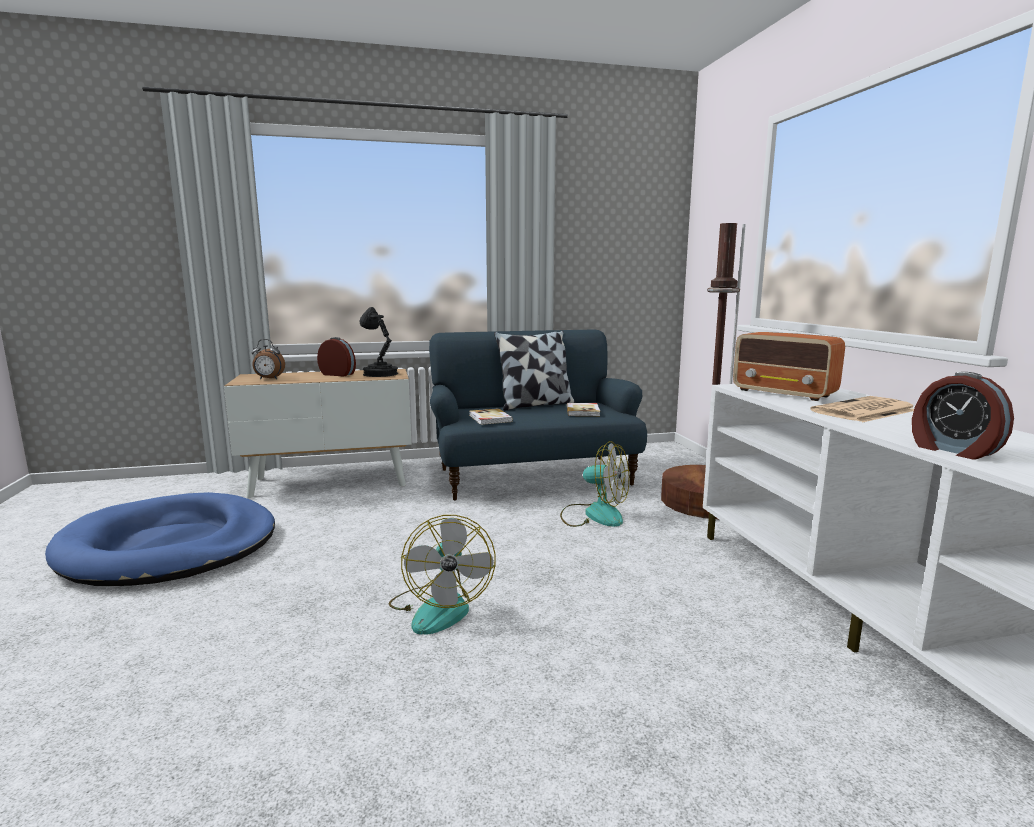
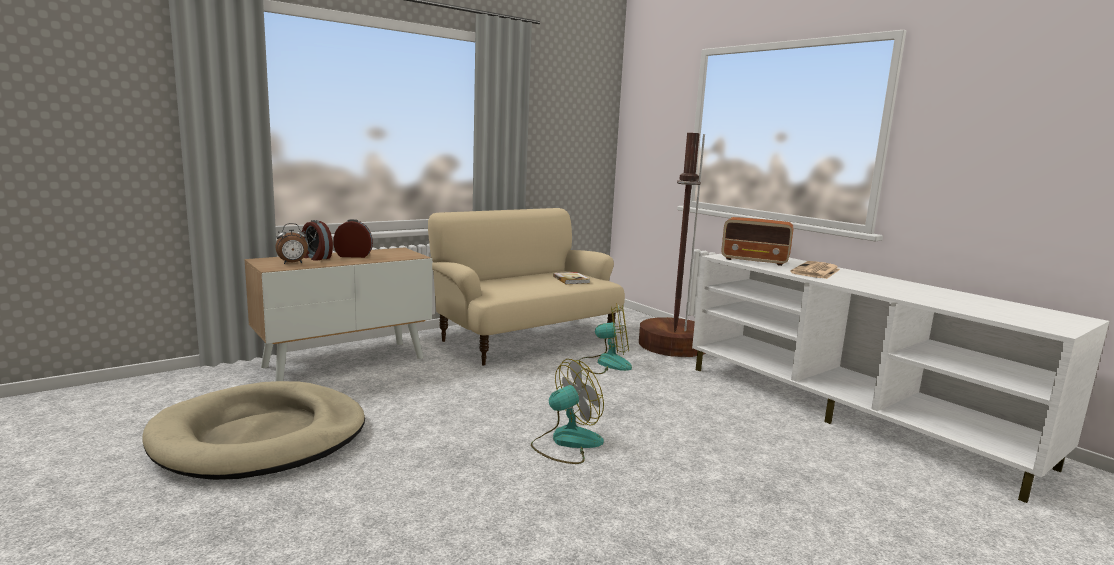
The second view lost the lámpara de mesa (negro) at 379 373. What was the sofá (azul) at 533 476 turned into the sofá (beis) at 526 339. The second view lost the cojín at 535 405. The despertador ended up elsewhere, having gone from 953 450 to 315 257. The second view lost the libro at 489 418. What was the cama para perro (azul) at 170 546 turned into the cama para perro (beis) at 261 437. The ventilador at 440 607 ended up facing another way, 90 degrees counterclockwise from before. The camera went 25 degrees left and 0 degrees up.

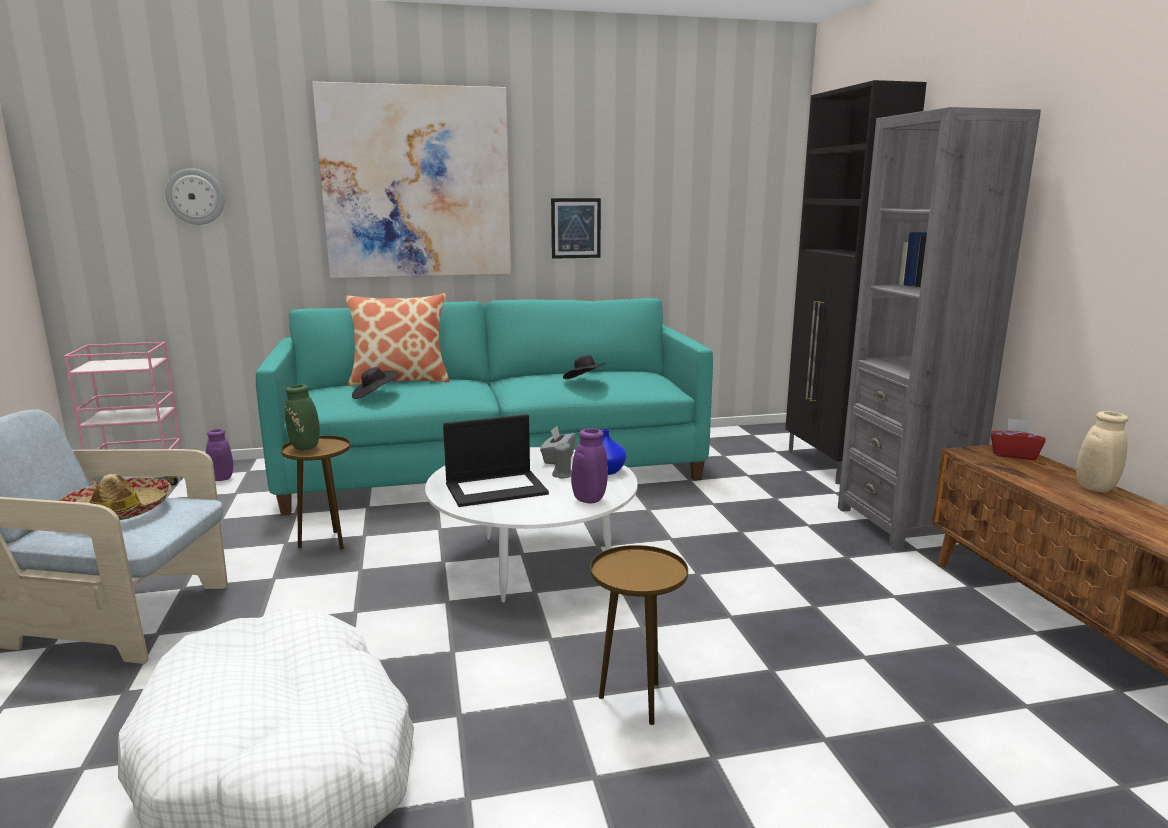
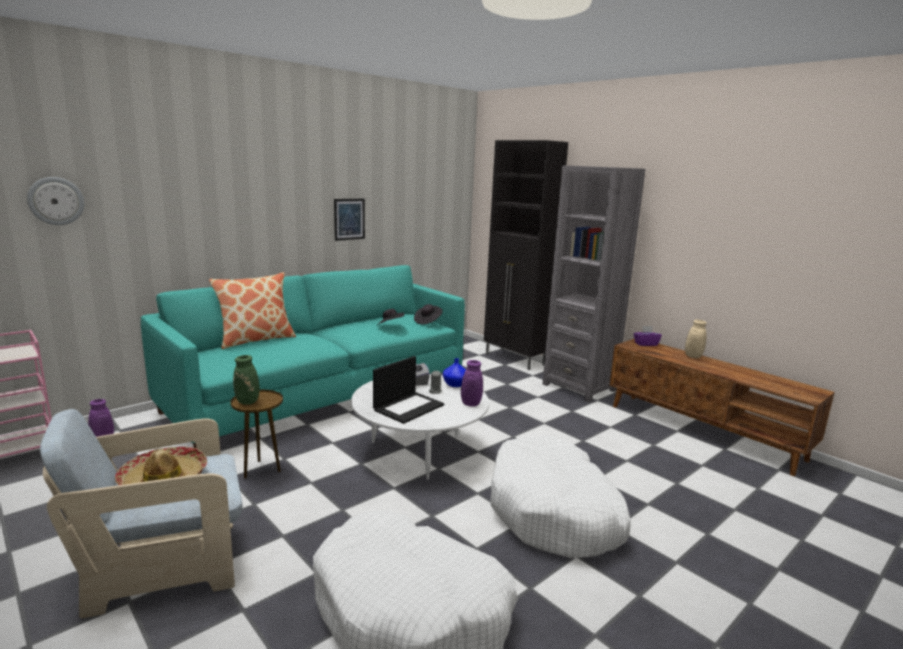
The second view lost the cuadro at 417 183. The sombrero (negro) ended up elsewhere, having gone from 374 396 to 427 321. What was the caja de pañuelos (rojo) at 1013 455 turned into the caja de pañuelos (morado) at 645 344. Where the mesa auxiliar (marrón) stood at 636 700, the cama para perro (blanco) came to stand at 554 512. The camera went 30 degrees left and 0 degrees up.

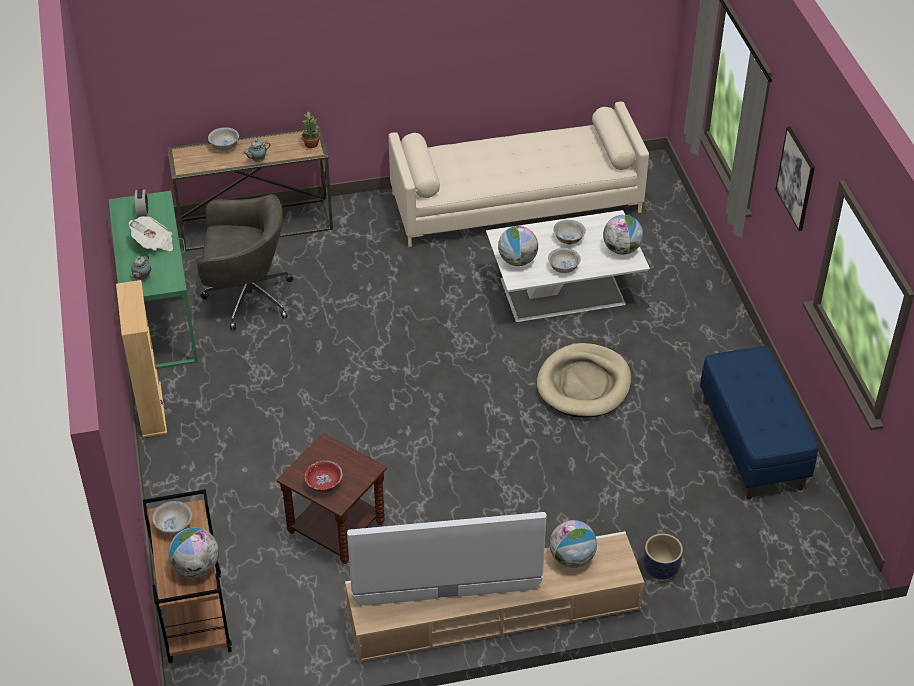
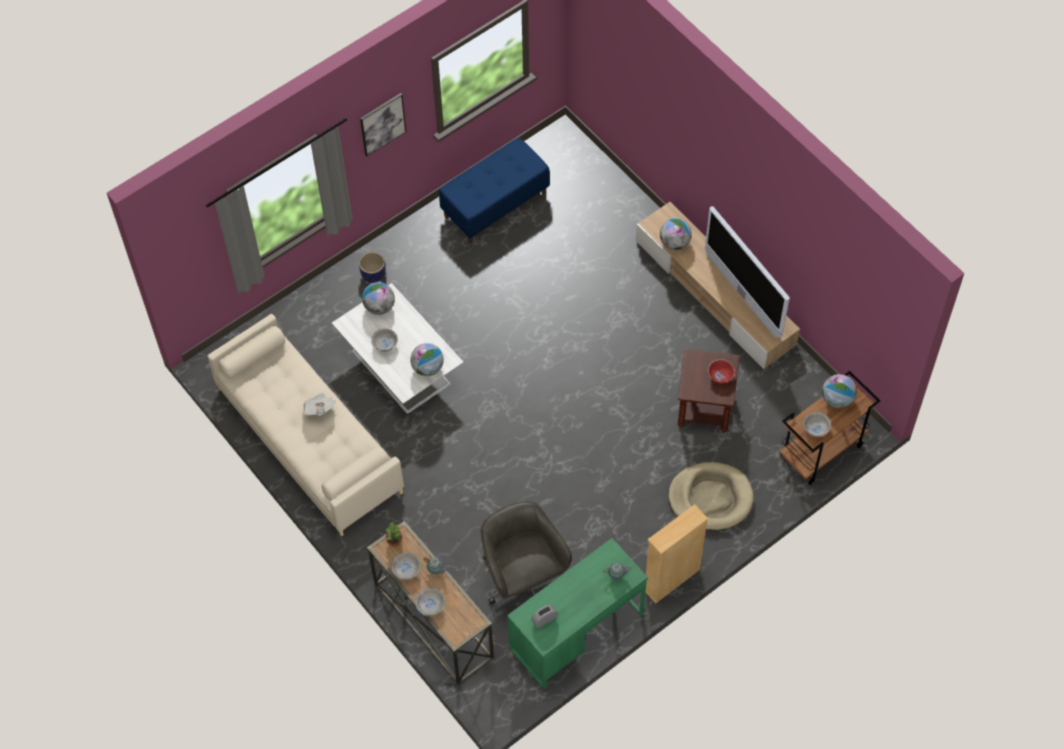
The periódico ended up elsewhere, having gone from 154 243 to 319 409. The cuenco (blanco) ended up elsewhere, having gone from 563 267 to 406 570. The cama para perro (beis) ended up elsewhere, having gone from 584 384 to 710 498. The maceta ended up elsewhere, having gone from 660 569 to 373 275. The camera went 115 degrees left and 15 degrees up.

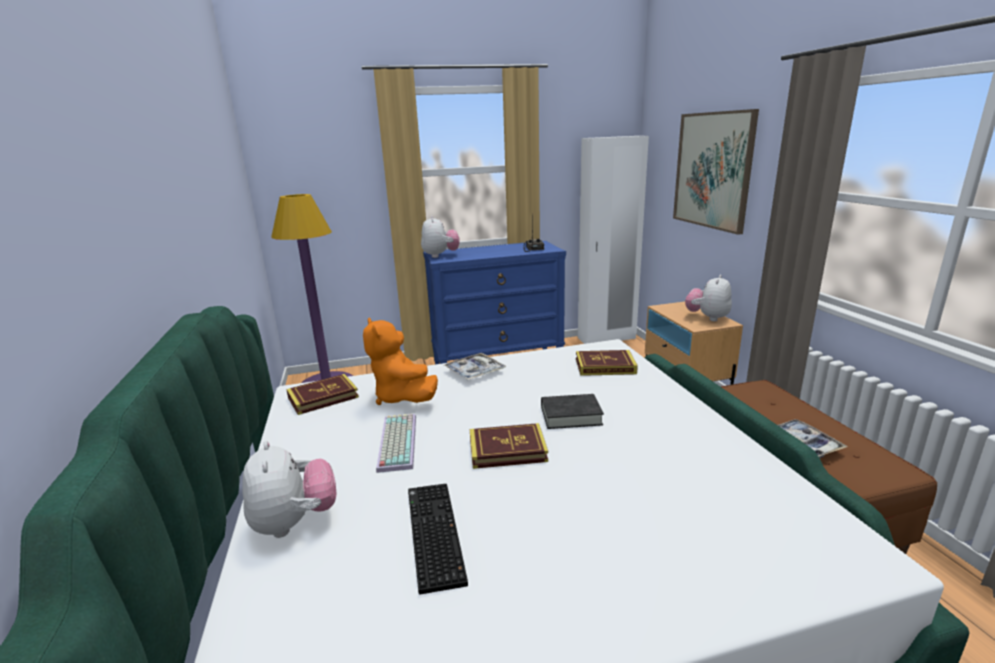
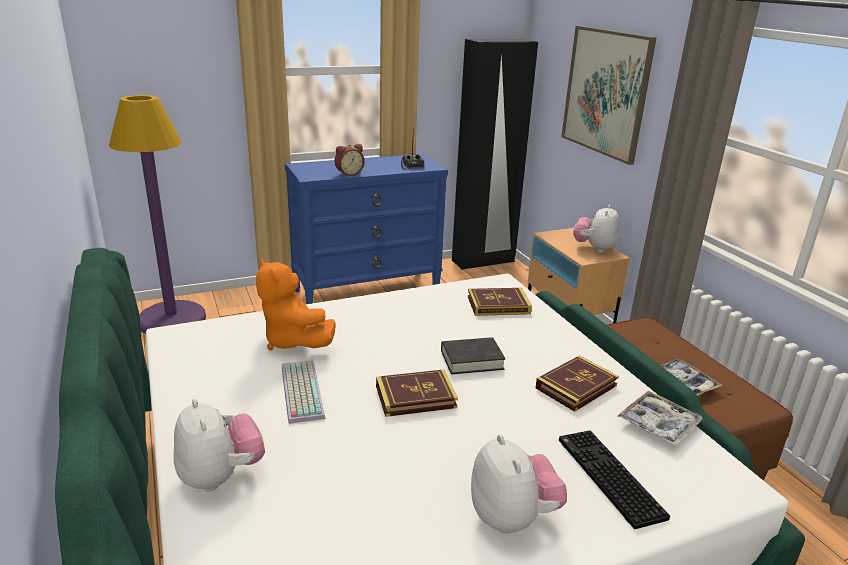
What was the armario ropero (blanco) at 606 338 turned into the armario ropero (negro) at 483 261. The peluche ended up elsewhere, having gone from 440 255 to 512 518. The bandeja ended up elsewhere, having gone from 475 372 to 658 424. The libro ended up elsewhere, having gone from 323 397 to 576 387. The teclado ended up elsewhere, having gone from 432 534 to 607 477. The second view gained the despertador at 348 174. The camera went 10 degrees left and 5 degrees up.

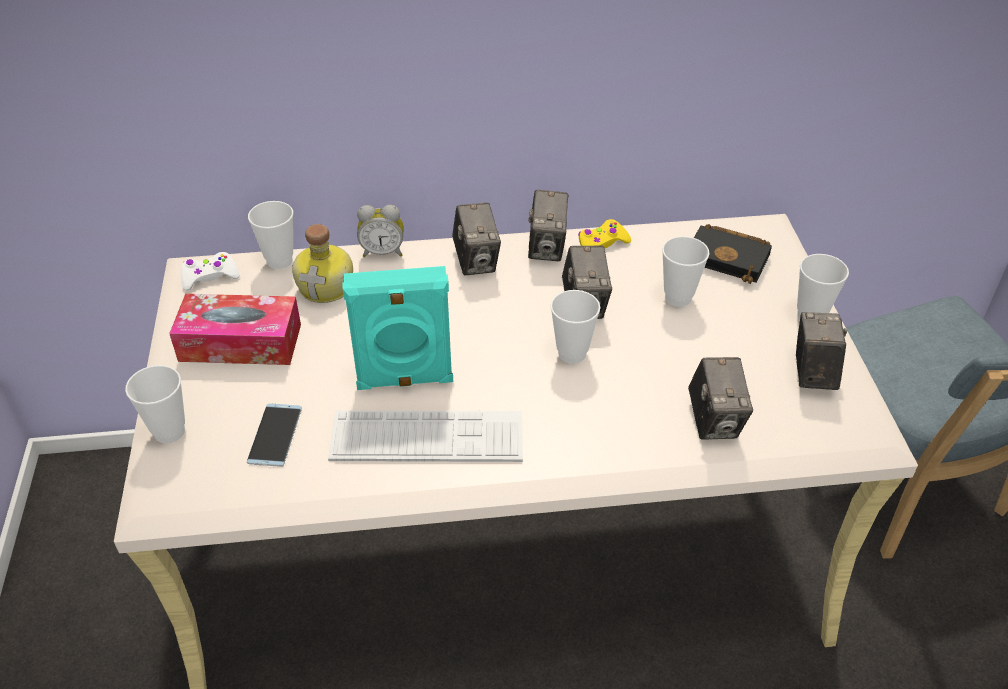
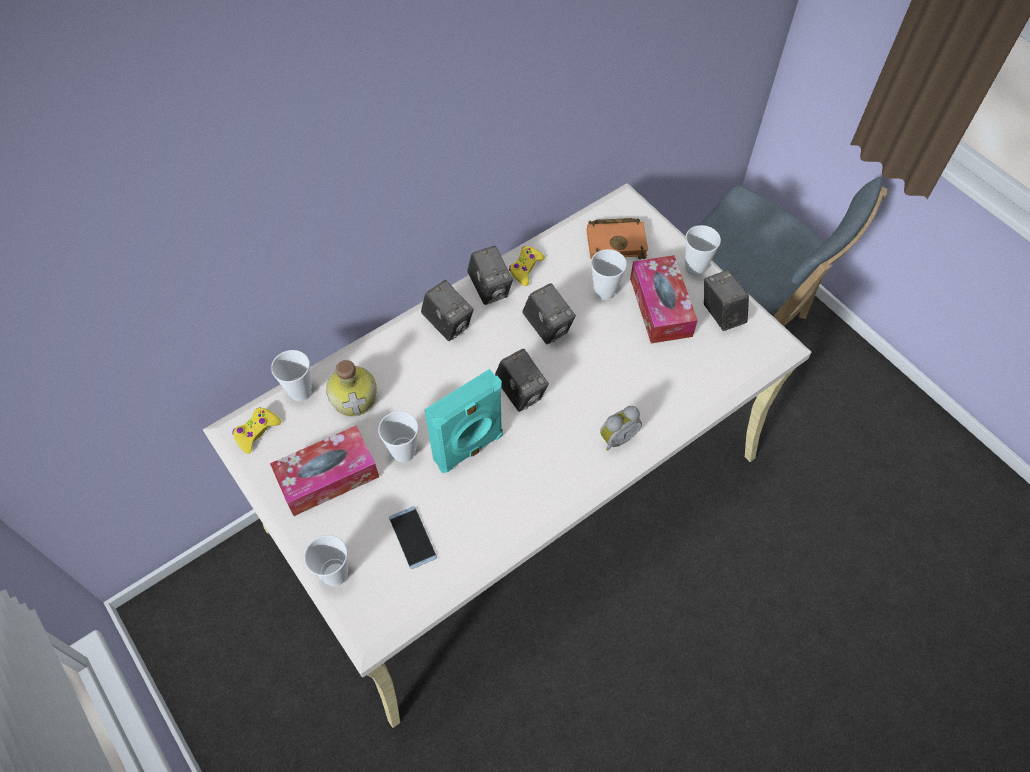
The despertador ended up elsewhere, having gone from 383 252 to 617 437. What was the libro (negro) at 729 258 turned into the libro (naranja) at 617 242. What was the mando de consola (blanco) at 209 277 turned into the mando de consola (amarillo) at 256 432. The taza ended up elsewhere, having gone from 572 353 to 403 452. The cámara ended up elsewhere, having gone from 714 421 to 520 392. The second view lost the teclado at 427 438. The second view gained the caja de pañuelos at 660 307. The camera went 30 degrees left and 15 degrees up.

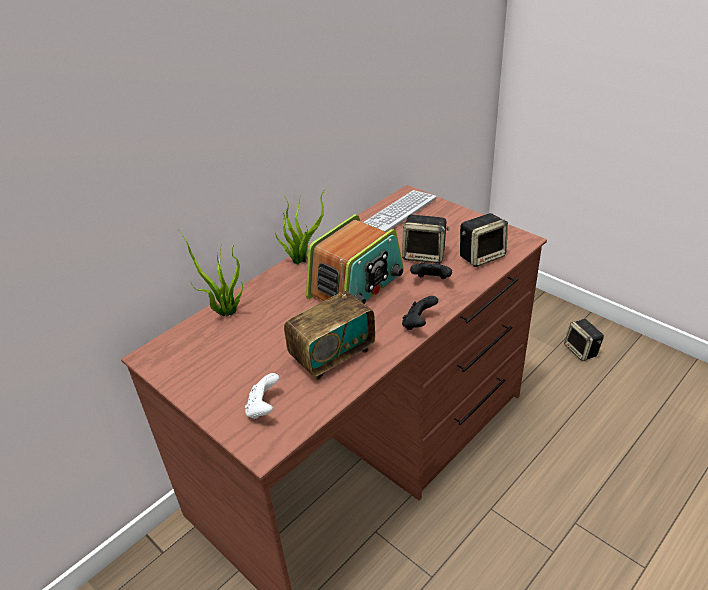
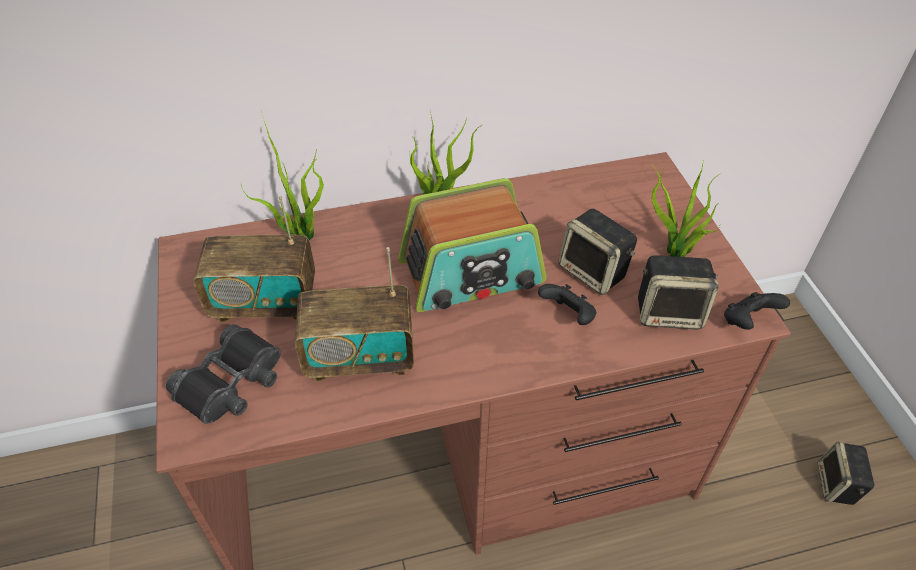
The second view lost the teclado at 397 213. The mando de consola (negro) ended up elsewhere, having gone from 418 324 to 747 322. Where the mando de consola (blanco) stood at 263 408, the prismáticos (negro) came to stand at 232 383. The second view gained the planta en maceta at 675 254. The second view gained the radio at 265 303. The camera went 30 degrees right and 10 degrees up.

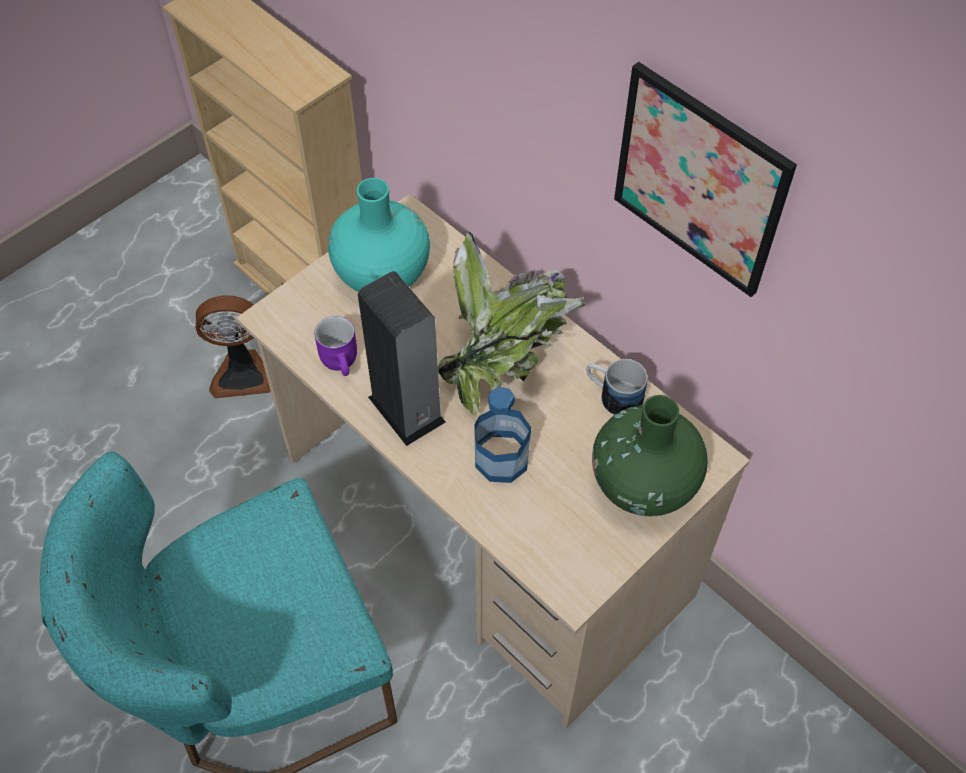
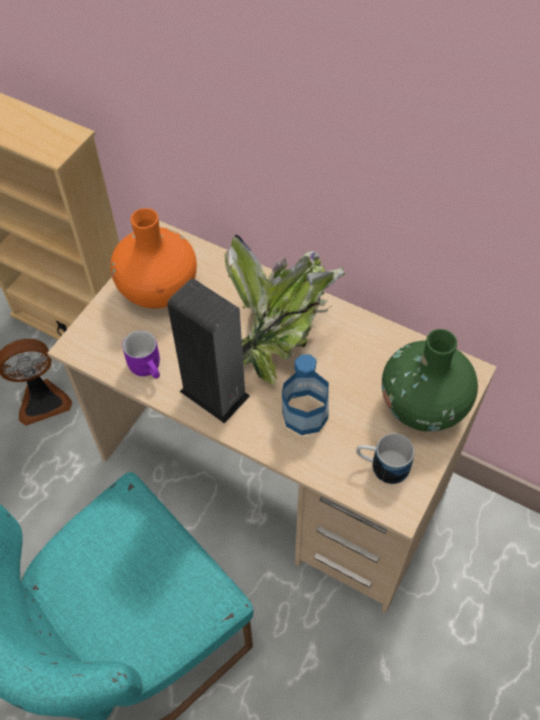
The second view lost the cuadro at 699 181. What was the florero (turquesa) at 382 274 turned into the florero (naranja) at 158 289. The taza grande ended up elsewhere, having gone from 612 396 to 381 466. The camera went 15 degrees left and 0 degrees up.

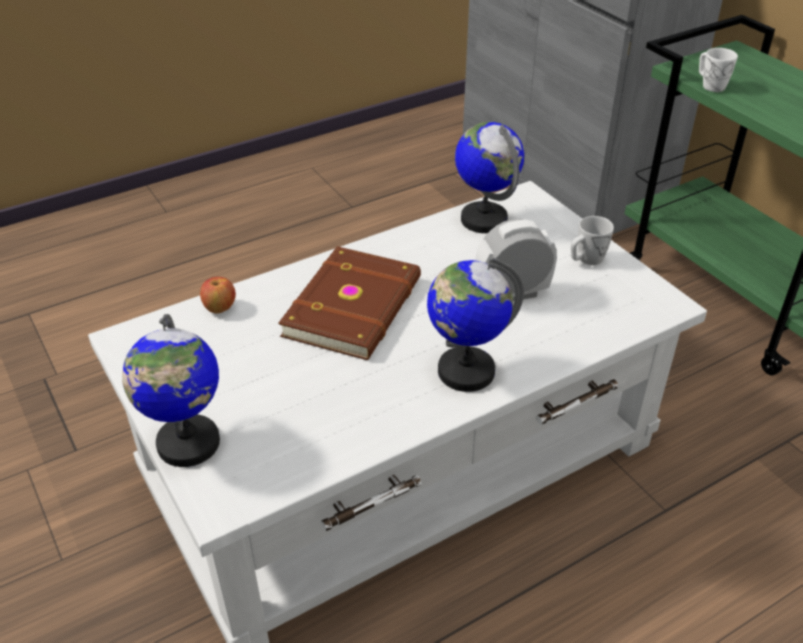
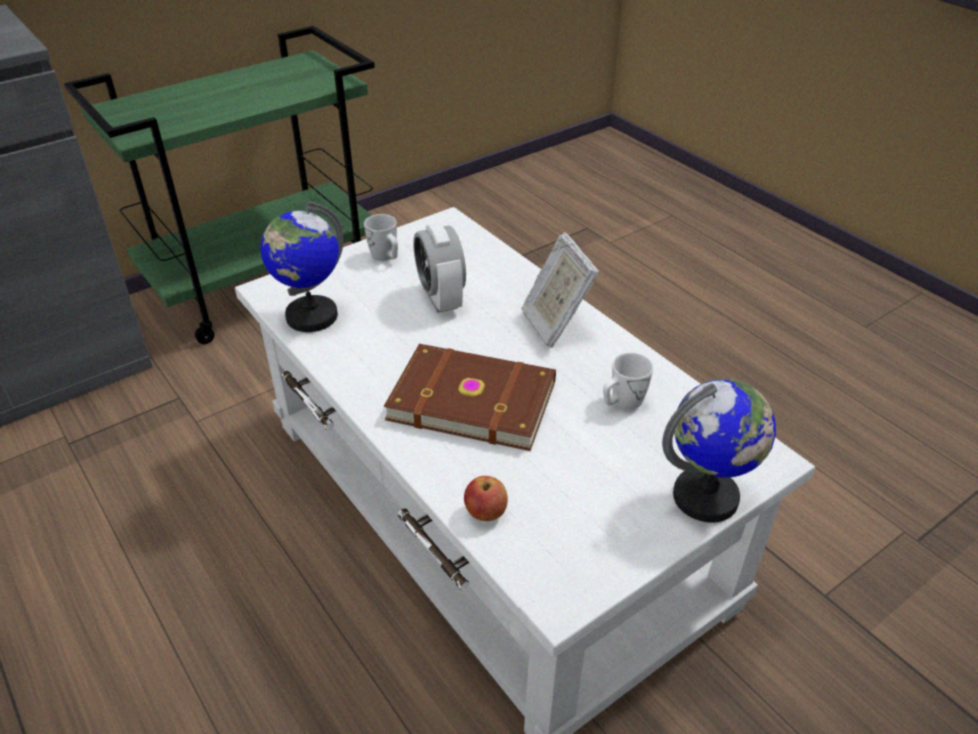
The taza grande (blanco) ended up elsewhere, having gone from 710 85 to 622 403. Where the globo terráqueo stood at 465 371, the portarretratos came to stand at 555 324. The camera went 95 degrees left and 0 degrees up.

